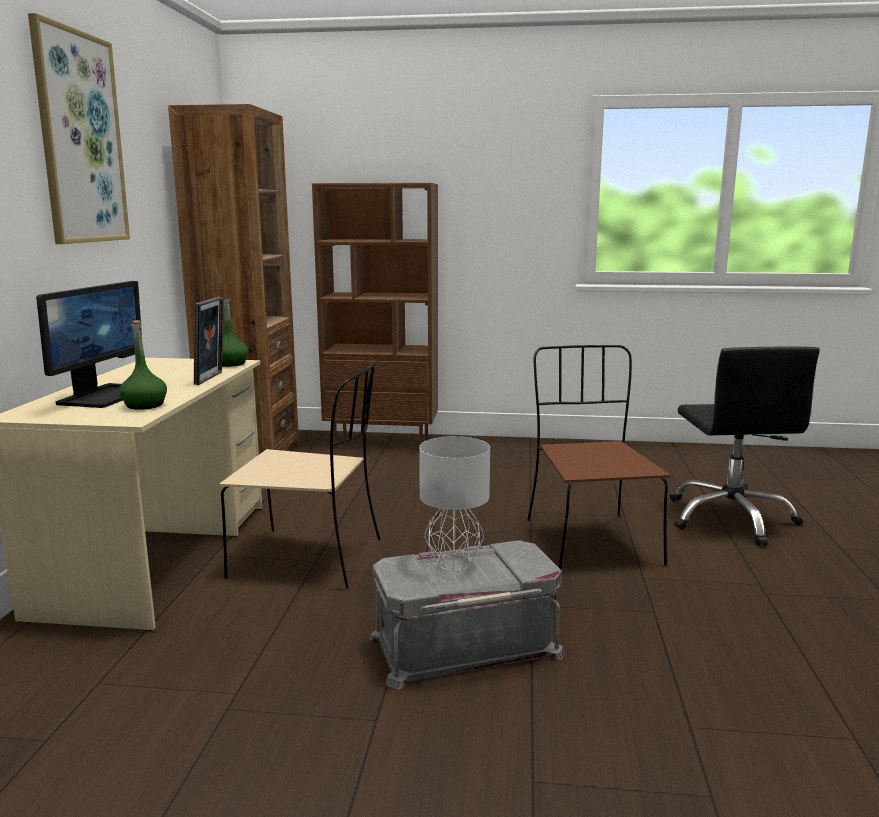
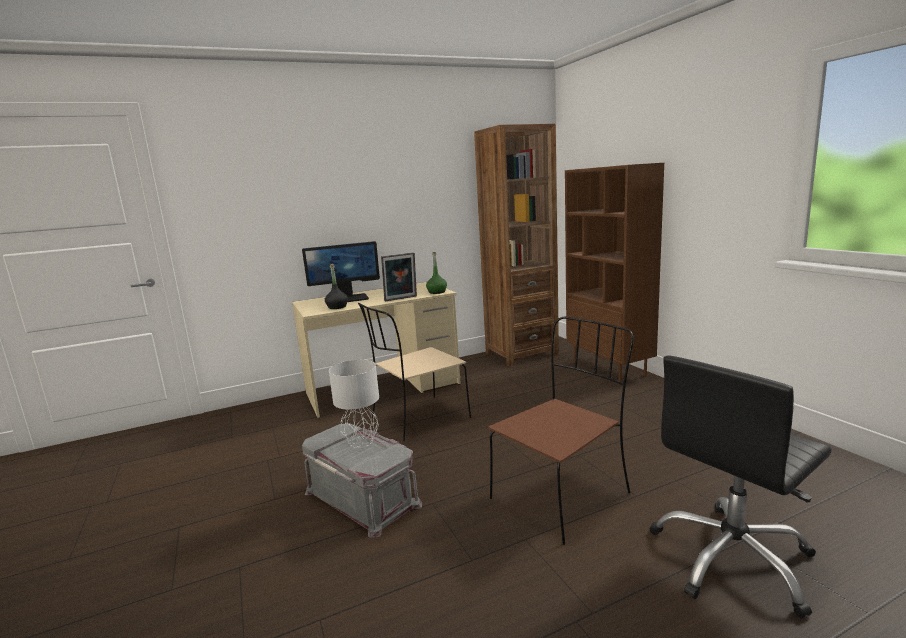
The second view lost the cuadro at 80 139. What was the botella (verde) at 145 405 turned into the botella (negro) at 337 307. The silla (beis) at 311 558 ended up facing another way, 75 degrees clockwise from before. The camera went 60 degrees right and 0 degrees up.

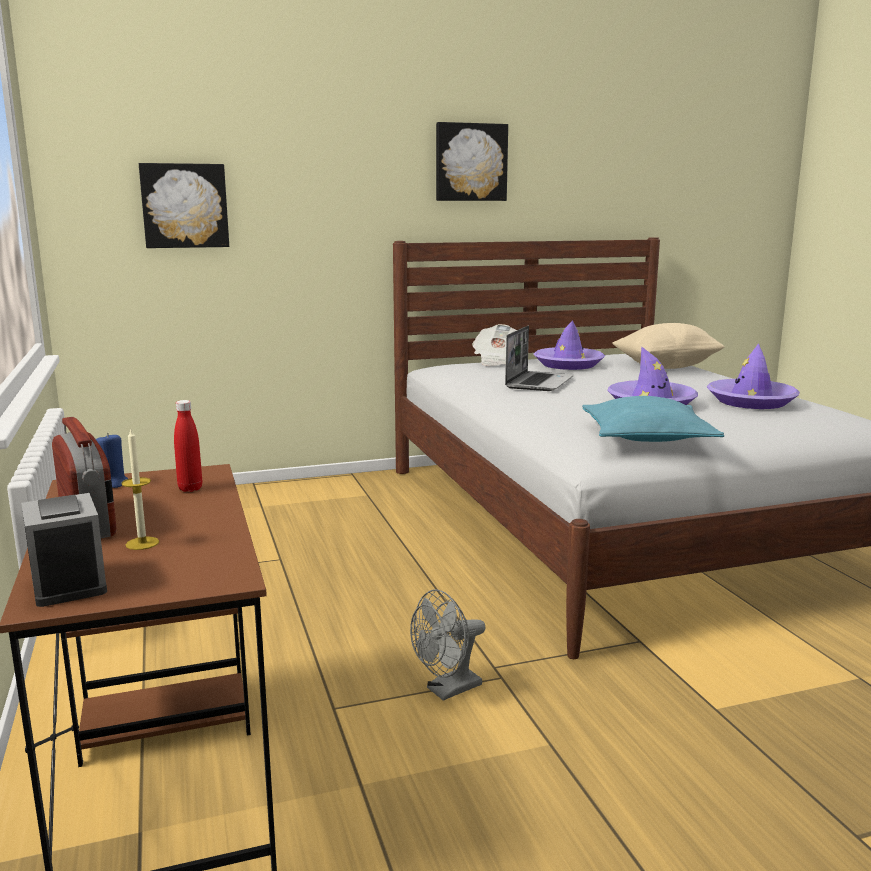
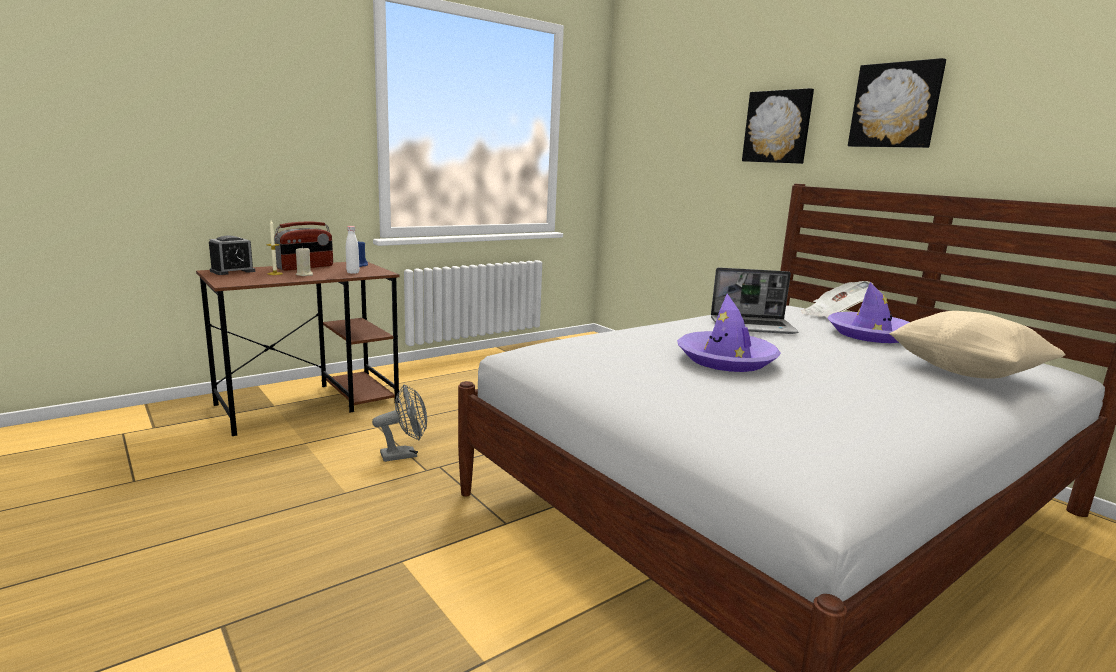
The cuadro ended up elsewhere, having gone from 184 206 to 778 127. The second view lost the sombrero (morado) at 751 401. The second view lost the cojín (turquesa) at 647 437. What was the botella (rojo) at 190 488 turned into the botella (blanco) at 353 272. The ventilador (gris) at 447 690 ended up facing another way, 120 degrees clockwise from before. The second view gained the vela (beis) at 304 274. The camera went 70 degrees right and 0 degrees up.

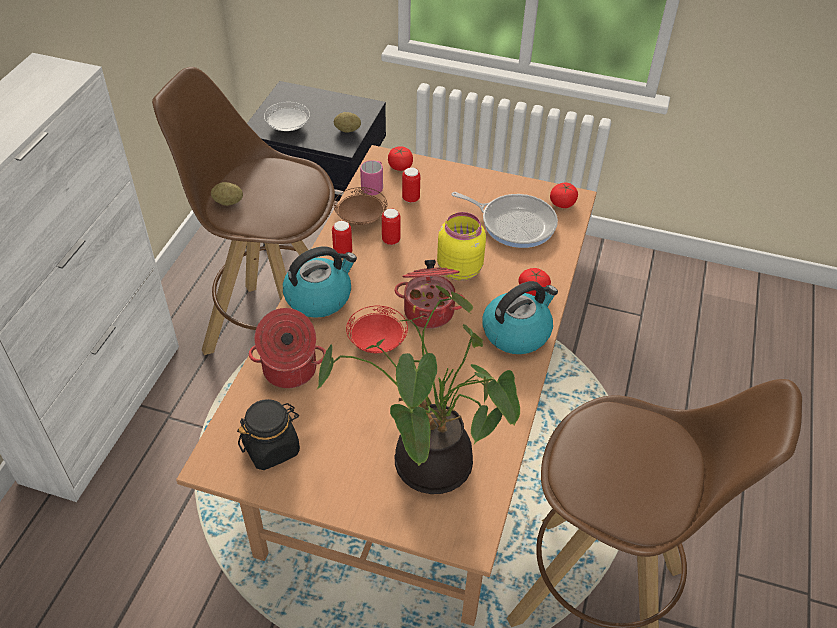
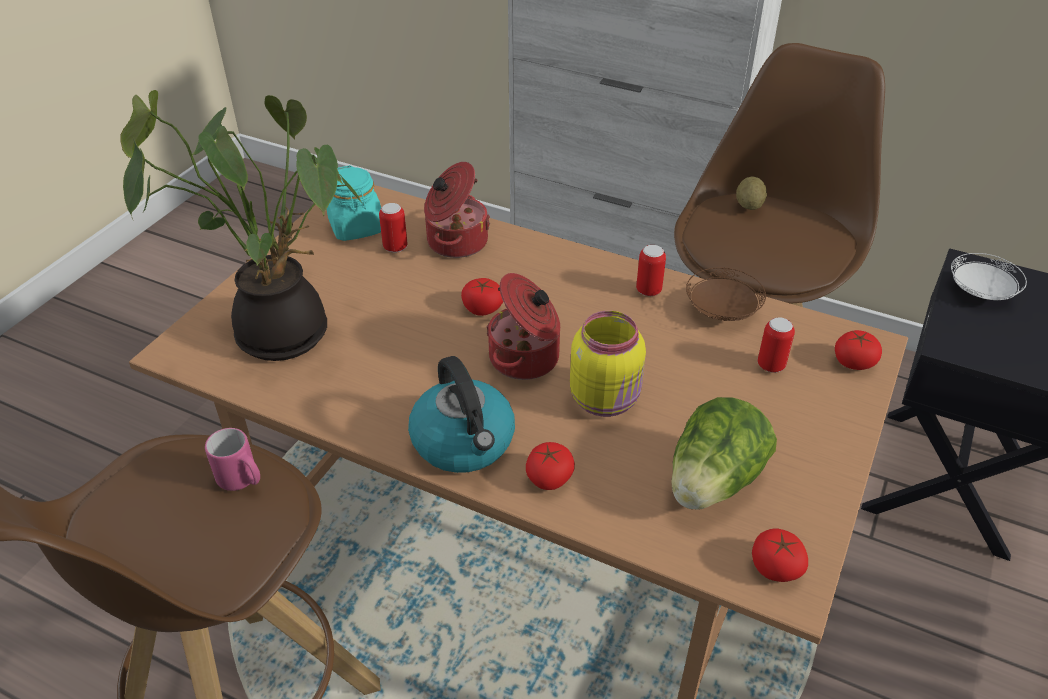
The second view lost the patata at 347 130. The taza grande (rosa) ended up elsewhere, having gone from 374 187 to 242 480. Where the sartén stood at 514 223, the lechuga came to stand at 713 483. The lata ended up elsewhere, having gone from 391 240 to 395 247. The second view lost the hervidor at 319 297. Where the plato (rojo) stood at 377 341, the tomate came to stand at 482 308. What was the tarro (negro) at 271 448 turned into the tarro (turquesa) at 357 227. The camera went 100 degrees right and 5 degrees down.

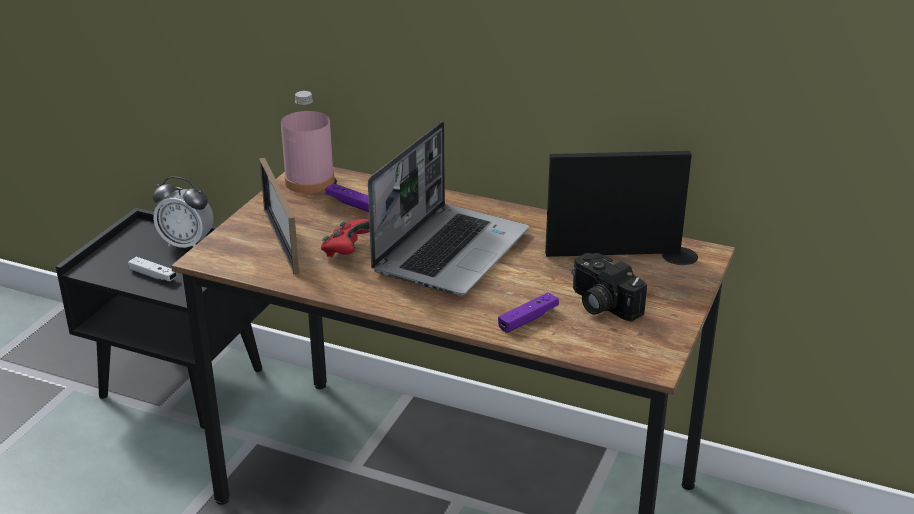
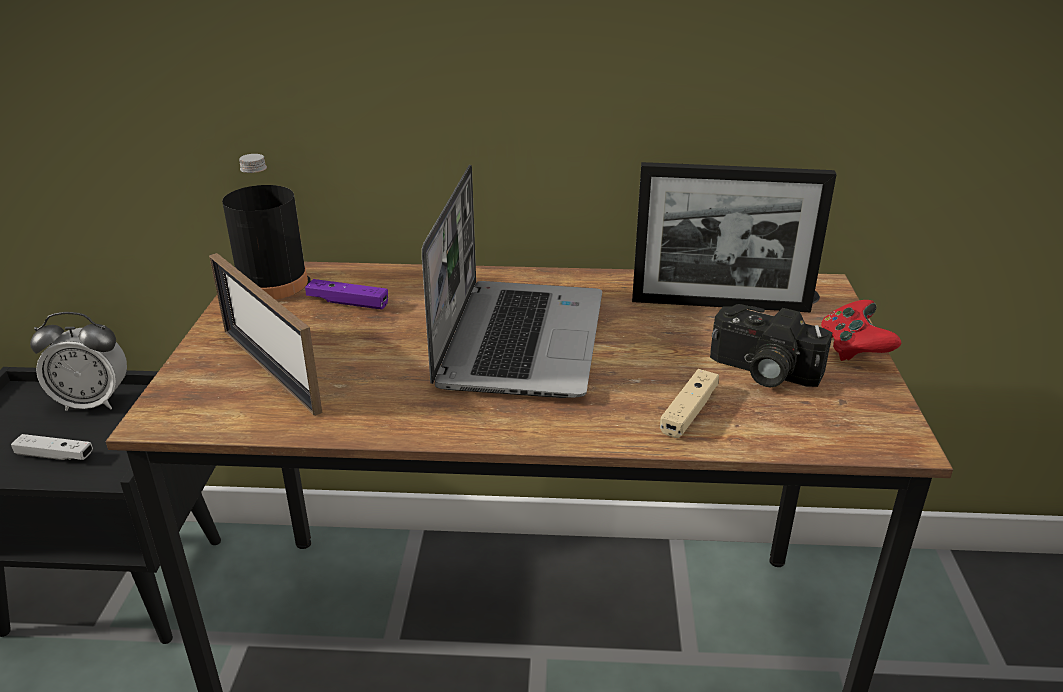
What was the botella (rosa) at 309 181 turned into the botella (negro) at 273 284. The portarretratos at 612 252 ended up facing another way, 150 degrees counterclockwise from before. The mando de consola (rojo) ended up elsewhere, having gone from 347 250 to 853 348. What was the mando de consola (morado) at 528 319 turned into the mando de consola (beis) at 689 412. The camera went 20 degrees left and 0 degrees up.

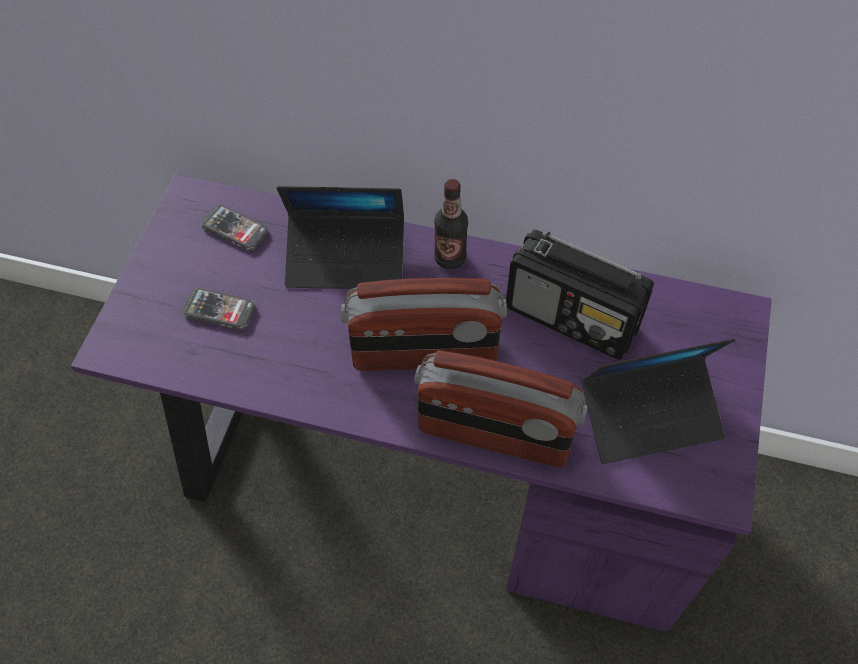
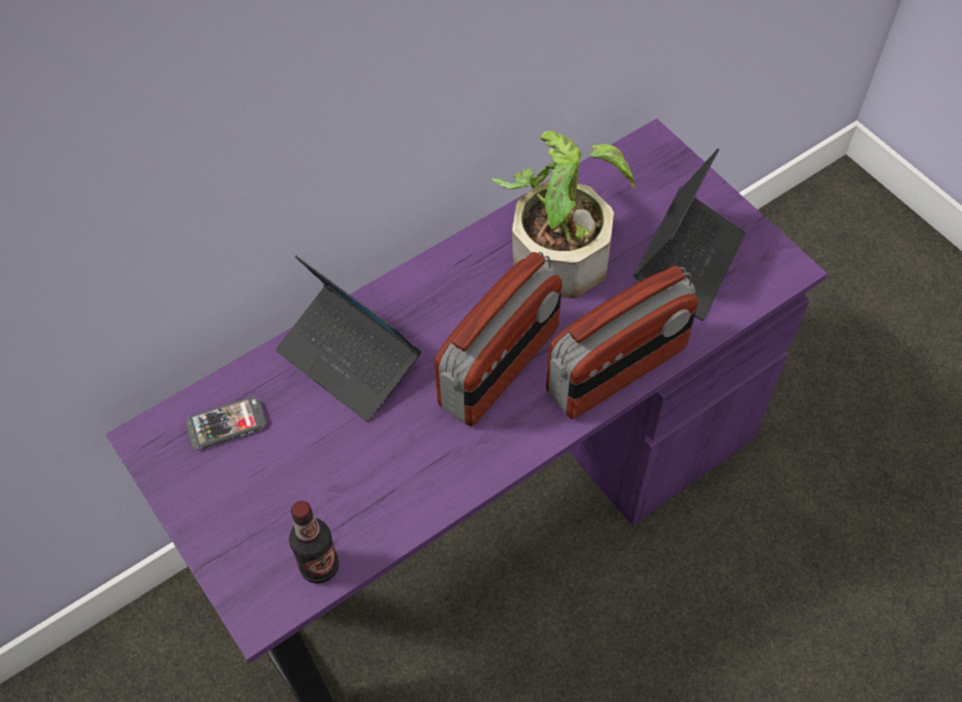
The botella ended up elsewhere, having gone from 450 258 to 319 567. The portátil at 346 259 ended up facing another way, 90 degrees clockwise from before. Where the radio stood at 572 318, the planta en maceta came to stand at 561 247. The second view lost the móvil at 219 310. The camera went 50 degrees left and 0 degrees up.

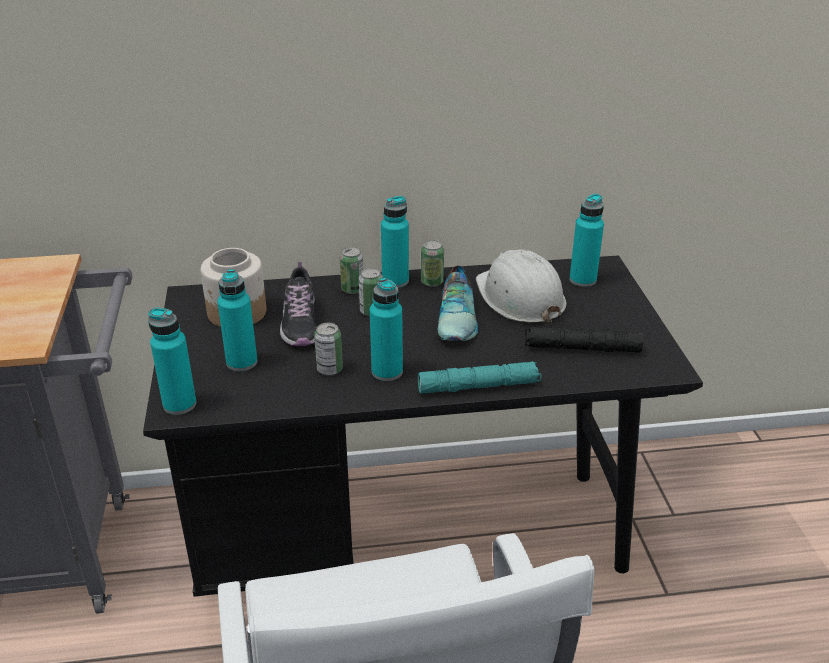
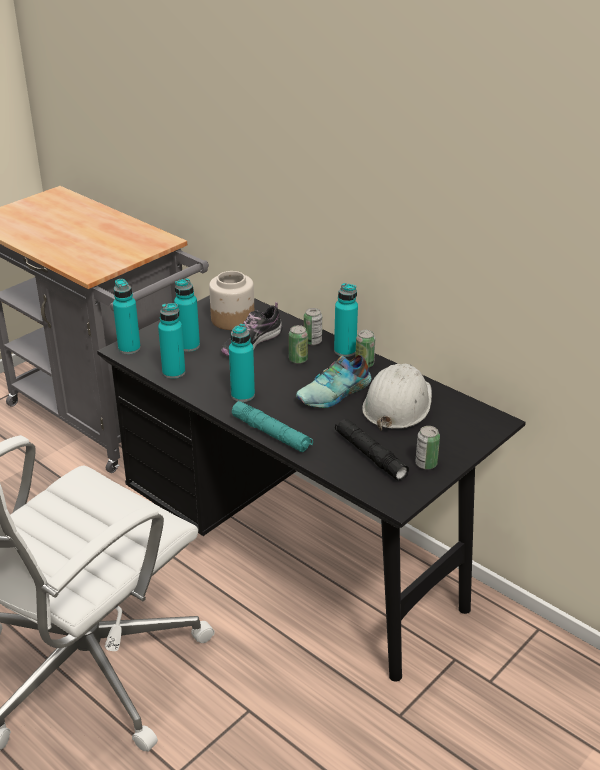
The botella (turquesa) ended up elsewhere, having gone from 582 280 to 173 372. The lata ended up elsewhere, having gone from 329 369 to 426 464. The camera went 50 degrees right and 0 degrees up.

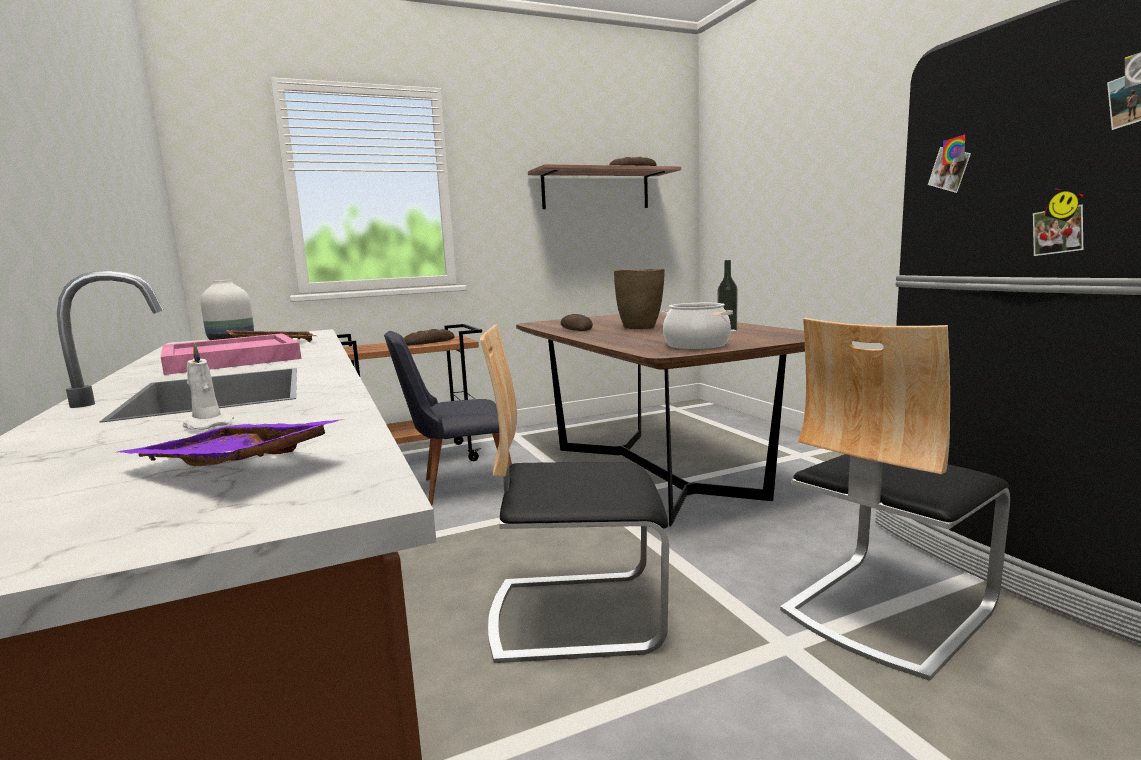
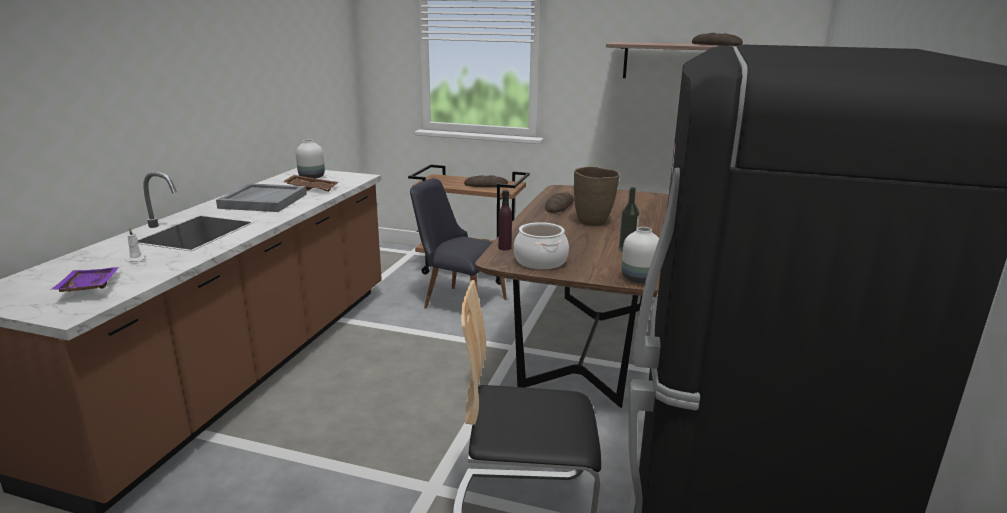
The second view lost the silla at 576 613. What was the bandeja (rosa) at 230 359 turned into the bandeja (gris) at 263 201. The second view gained the botella (morado) at 504 248. The second view gained the florero (blanco) at 638 278. The camera went 40 degrees right and 10 degrees up.

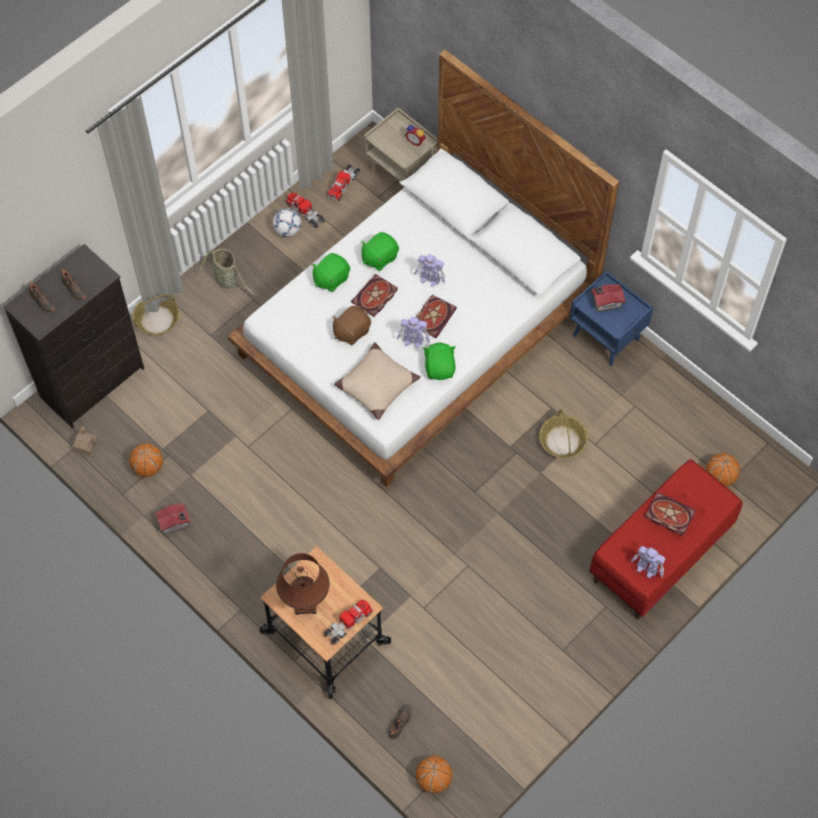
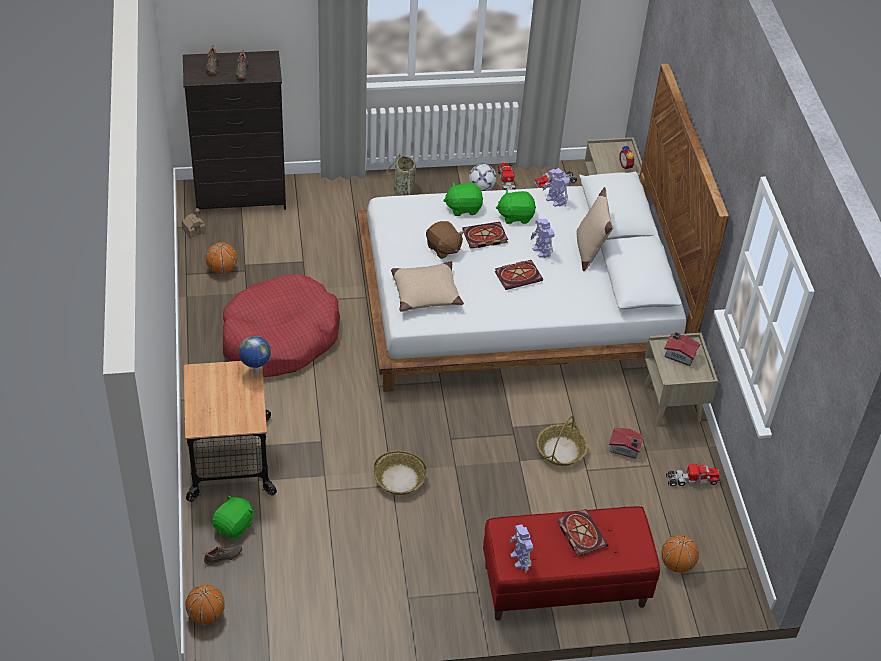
What was the mesita de noche (azul) at 607 338 turned into the mesita de noche (beis) at 673 403. The cesta ended up elsewhere, having gone from 157 319 to 400 479. The peluche (marrón) at 351 331 ended up facing another way, 120 degrees counterclockwise from before. The robot de juguete ended up elsewhere, having gone from 413 341 to 555 201. The peluche (verde) ended up elsewhere, having gone from 440 368 to 234 526. The casita ended up elsewhere, having gone from 175 523 to 625 449. The second view lost the lámpara de mesa (marrón) at 305 604. The camión de juguete ended up elsewhere, having gone from 348 624 to 691 480. The second view gained the cojín (beis) at 589 250. The second view gained the cama para perro (rojo) at 280 338. The second view gained the globo terráqueo at 256 372. The camera went 35 degrees right and 15 degrees down.

